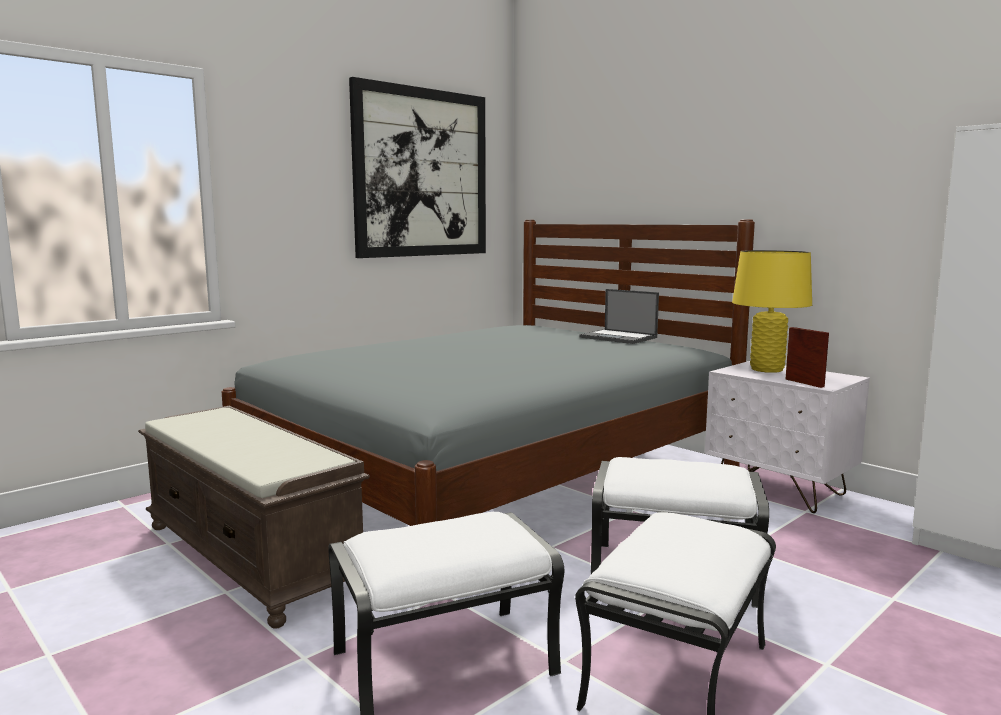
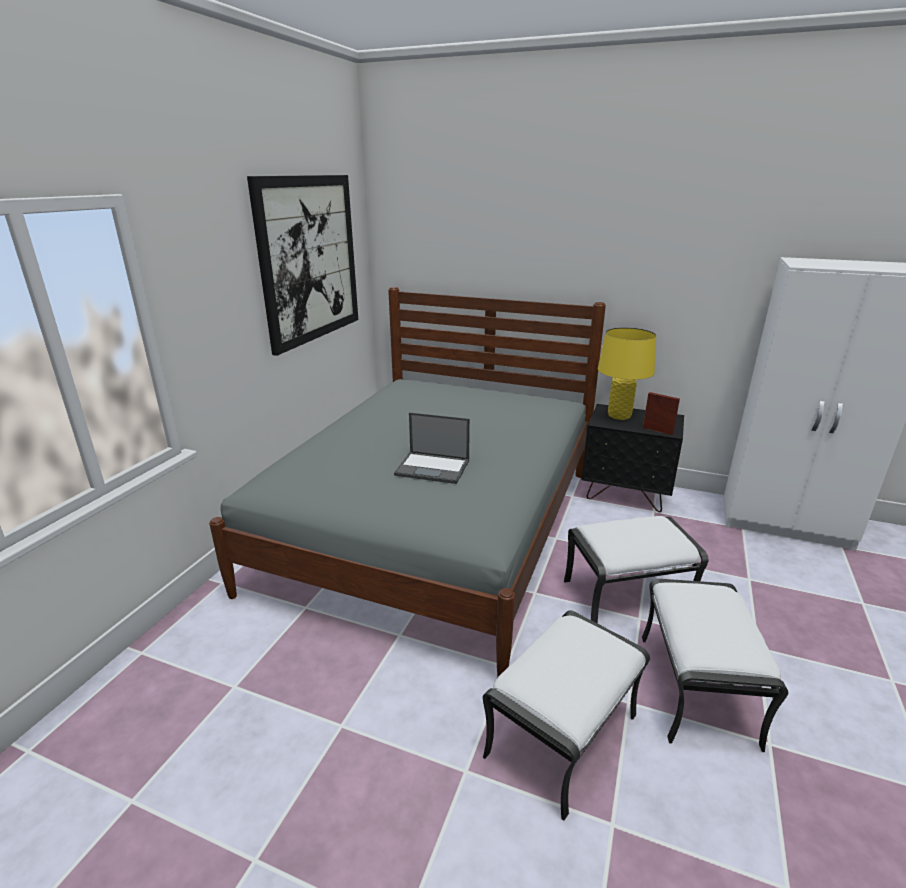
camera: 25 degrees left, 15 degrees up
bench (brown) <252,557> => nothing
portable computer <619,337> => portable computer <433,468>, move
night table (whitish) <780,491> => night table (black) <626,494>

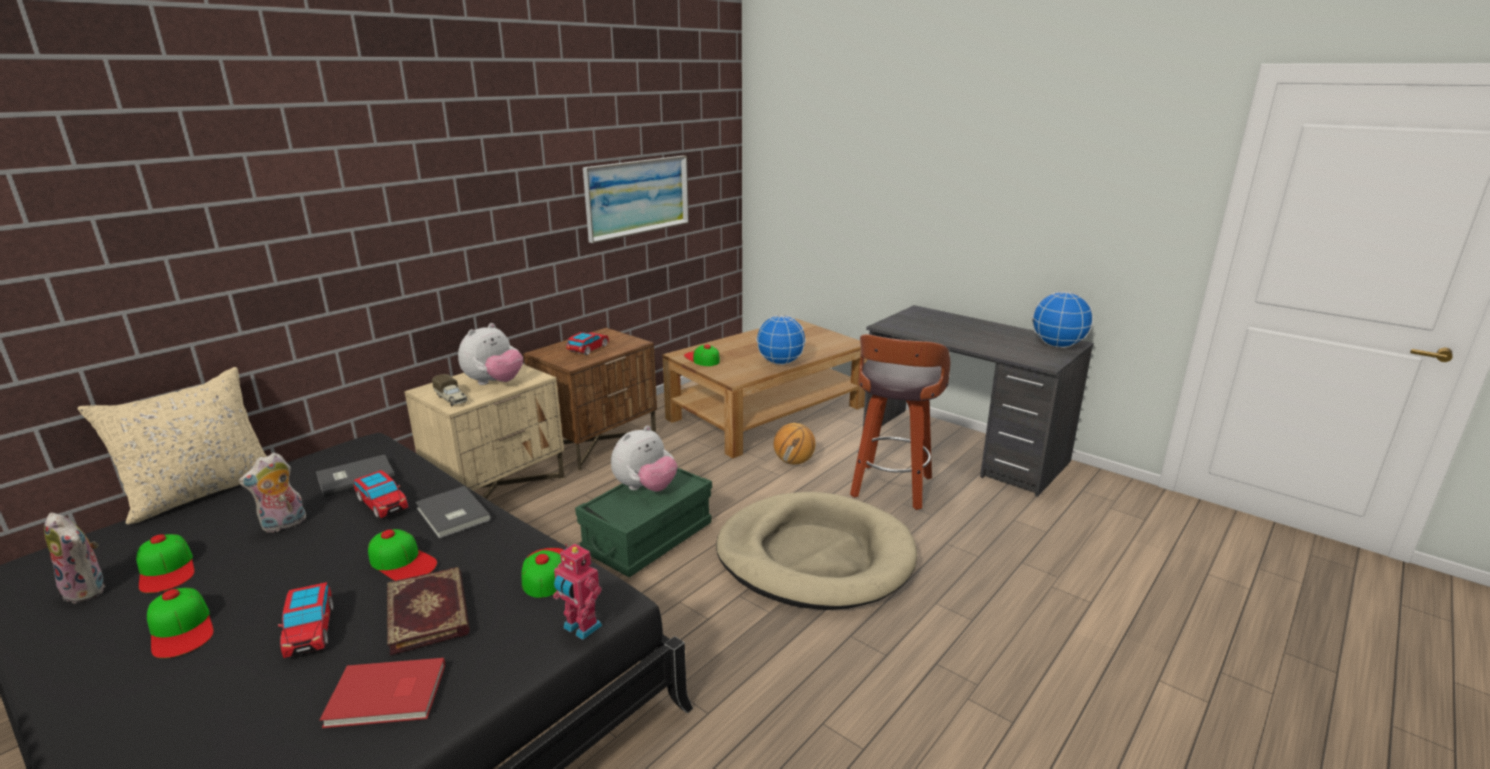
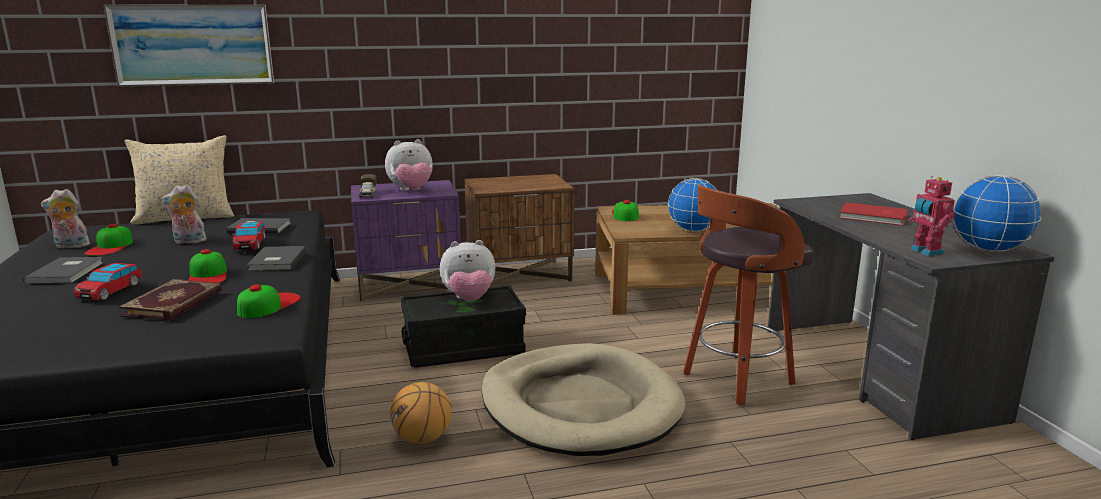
camera: 35 degrees right, 5 degrees down
miniature car <588,349> => nothing
volume (reddish) <387,697> => volume (reddish) <874,217>, move
toy robot <580,628> => toy robot <925,251>, move
wall picture <637,197> => wall picture <193,45>, move
basketball ball <794,462> => basketball ball <423,439>, move
baseball cap <181,628> => volume (greyish) <68,272>
night table (beige-coloured) <497,486> => night table (purple) <410,285>
storage box (greenish) <648,538> => storage box (black) <463,348>
cuddly toy <89,590> => cuddly toy <70,246>, 105 degrees clockwise

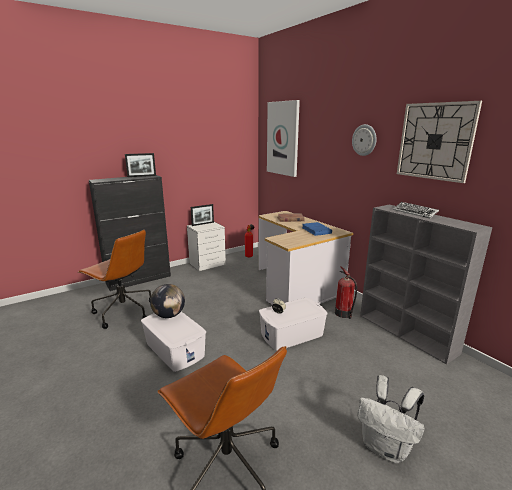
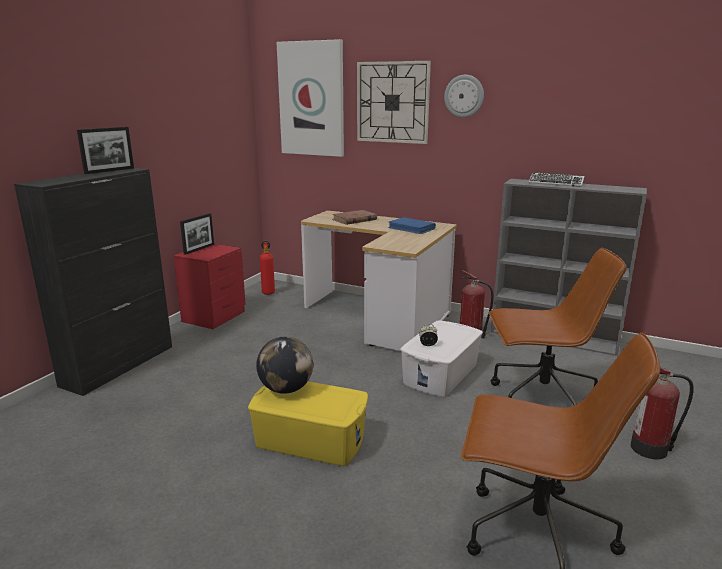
camera: 30 degrees left, 0 degrees up
computer chair (brown) <123,312> => computer chair (brown) <540,400>, move
clock on the wall <435,141> => clock on the wall <392,102>, move
backpack (whitish) <386,448> => fire extinguisher <651,449>
storage box (whitish) <175,349> => storage box (yellow-coloured) <310,440>
night table (whitish) <208,264> => night table (reddish) <215,316>

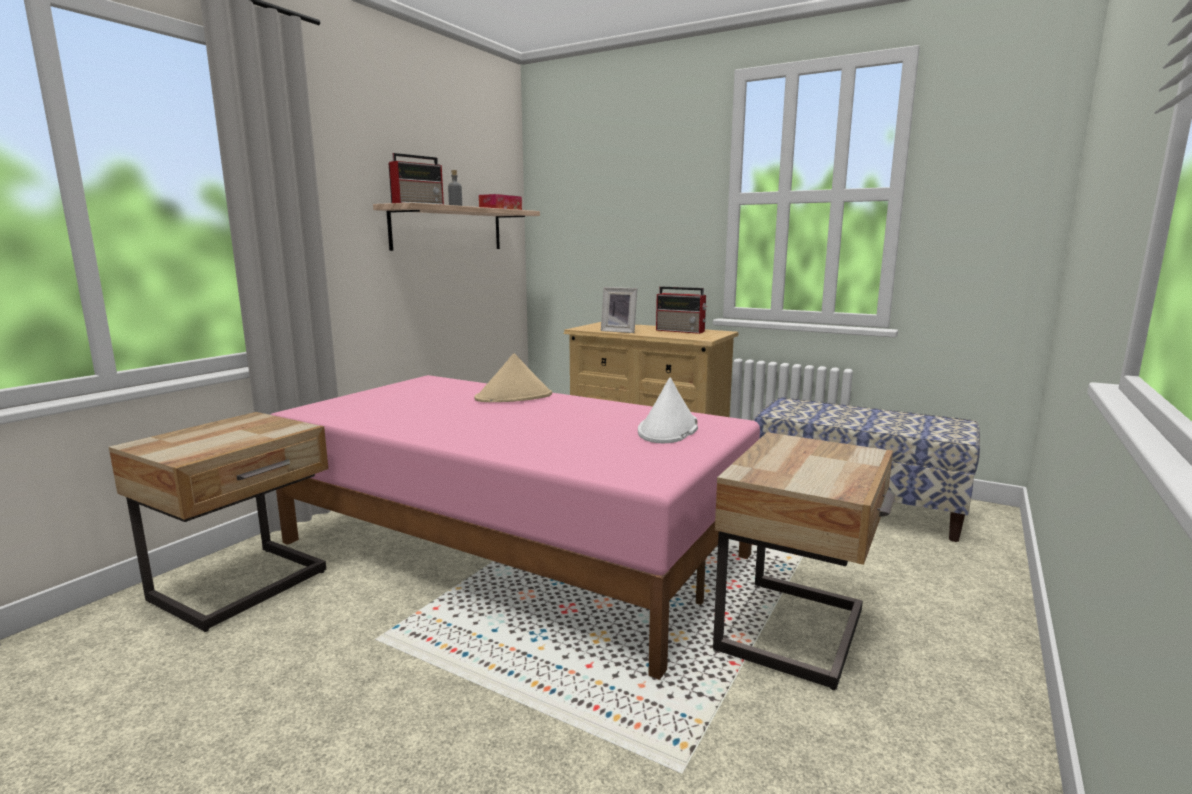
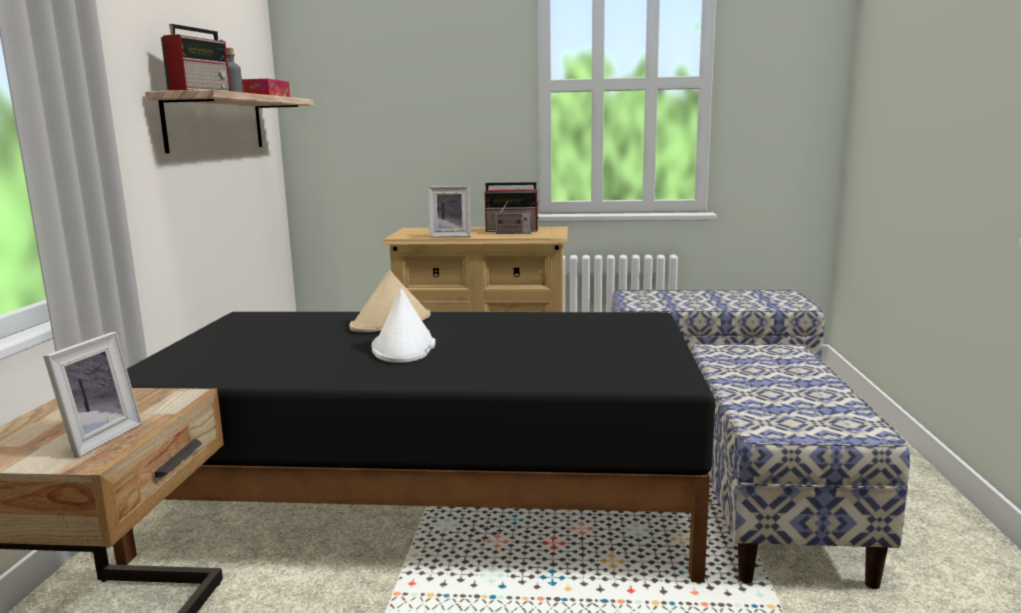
camera: 25 degrees left, 0 degrees up
nothing => photo frame <97,439>
nothing => radio <511,233>
hat (whitish) <668,429> => hat (whitish) <404,347>, move
night table (beige-coloured) <797,632> => bench <768,507>
sleeping bed (pinkish) <512,547> => sleeping bed (black) <428,498>

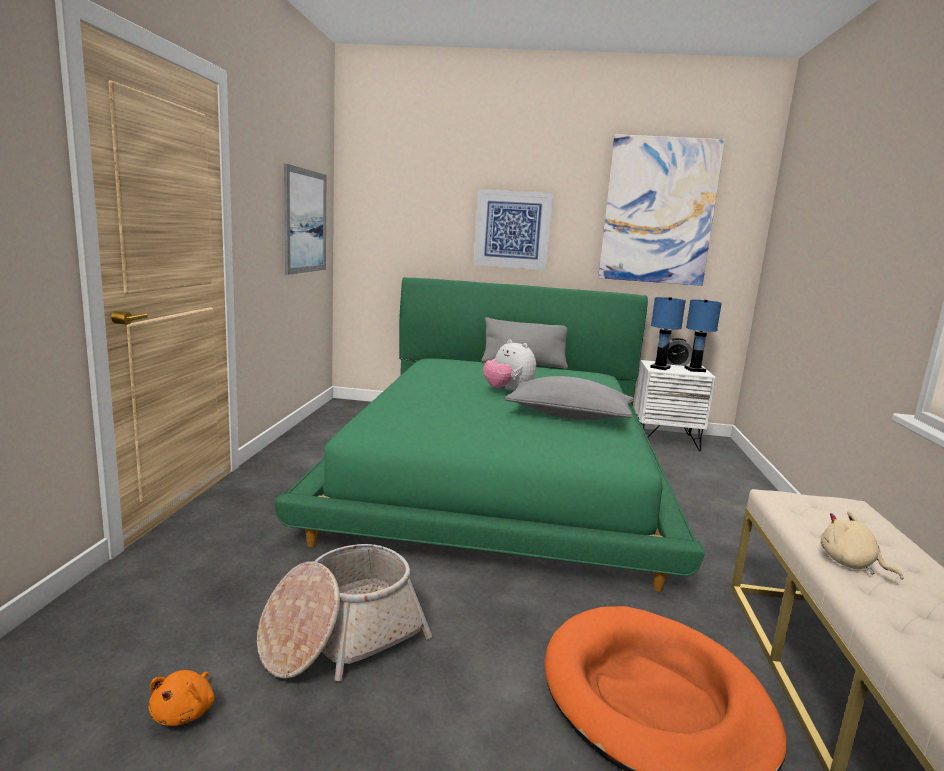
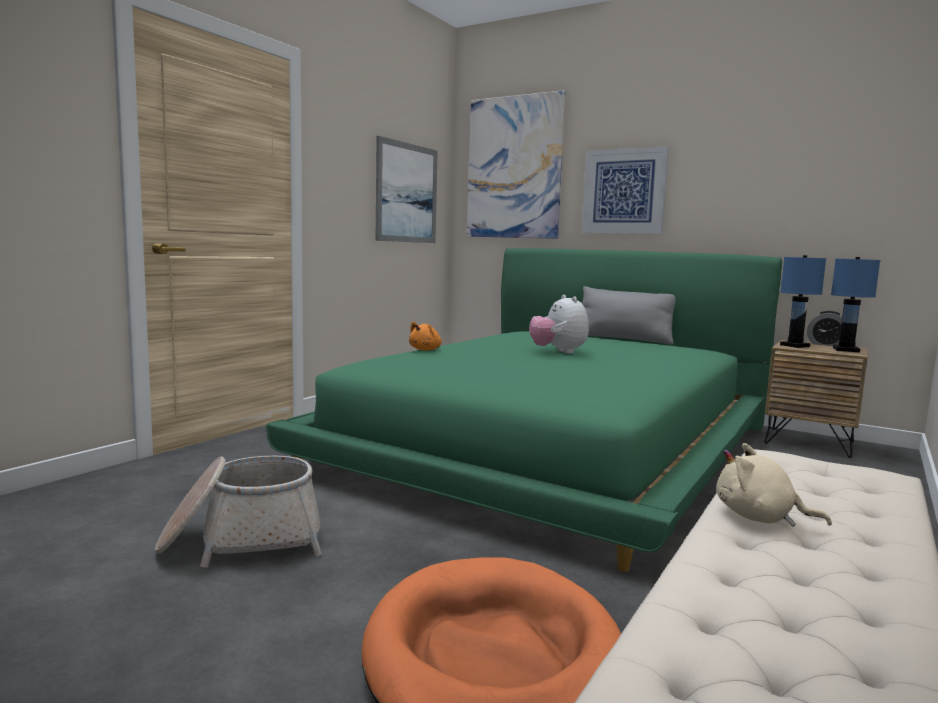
camera: 25 degrees right, 5 degrees down
cushion (greyish) <569,416> => nothing
cuddly toy (orangey) <185,712> => cuddly toy (orangey) <426,350>, move
wall picture <658,211> => wall picture <514,168>, move
night table (whitish) <665,440> => night table (brown) <809,442>
cuddly toy (beige-coloured) <851,564> => cuddly toy (beige-coloured) <760,518>, 45 degrees counterclockwise

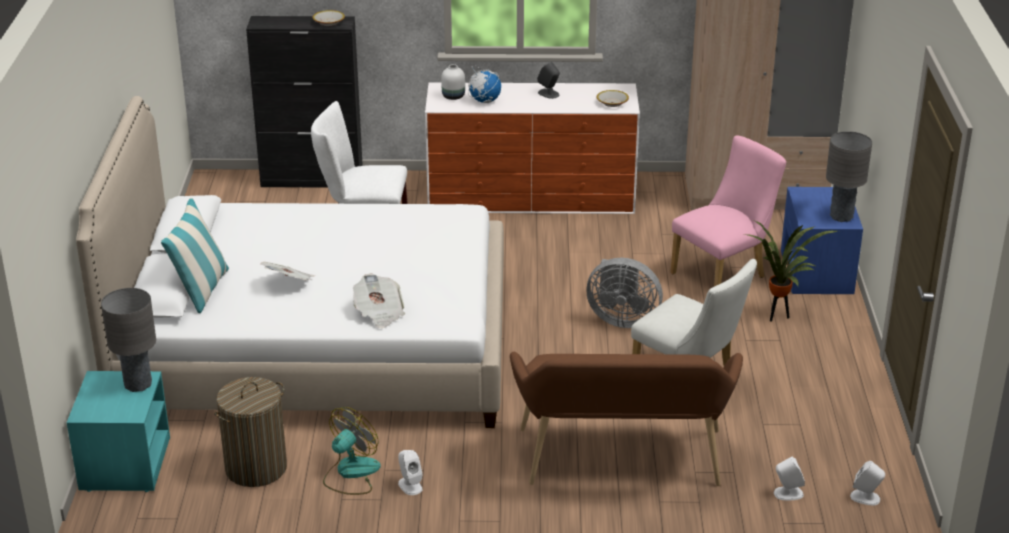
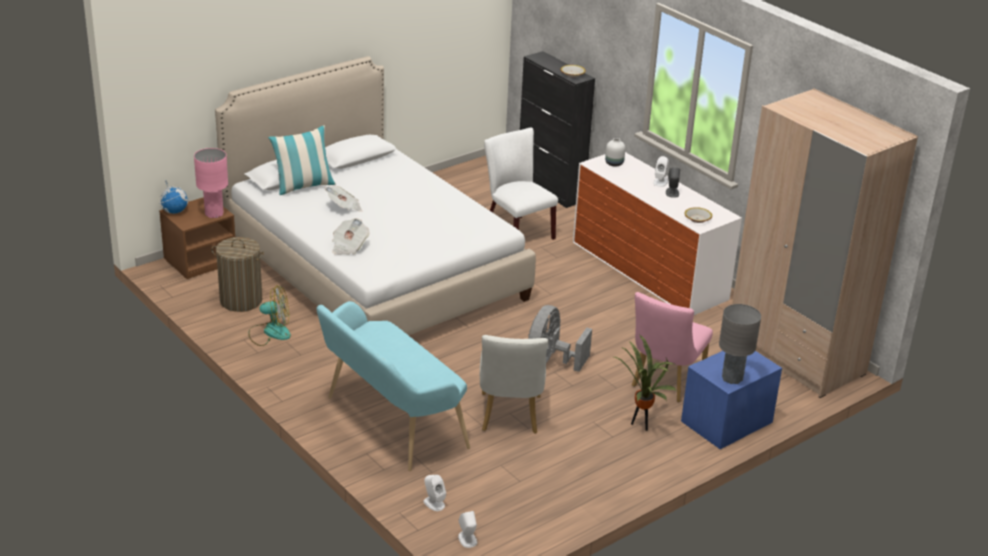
camera: 50 degrees right, 0 degrees up
audio speaker (whitish) <410,485> => audio speaker (whitish) <660,182>, move
globe <484,101> => globe <174,211>, move
night table (blue-green) <124,464> => night table (brown) <200,260>
tabletop lamp (greyish) <138,384> => tabletop lamp (pinkish) <214,214>
bench (brown) <622,463> => bench (blue-green) <389,423>
cooling fan (greyish) <622,319> => cooling fan (greyish) <550,362>, 45 degrees clockwise
upright chair (pinkish) <723,274> => upright chair (pinkish) <664,382>, 105 degrees clockwise

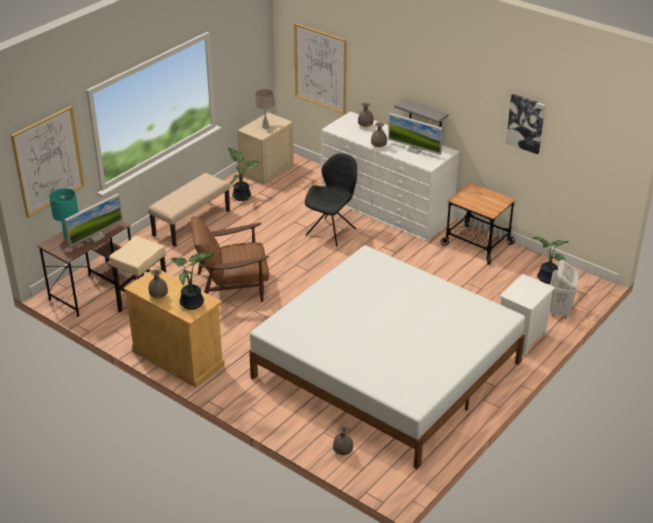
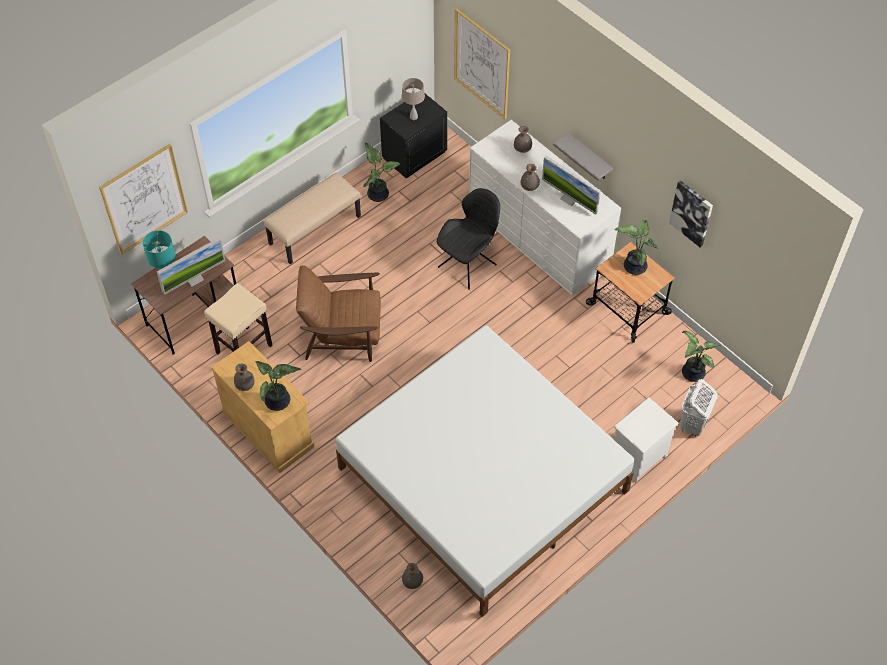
camera: 10 degrees right, 20 degrees up
nothing => plant in a pot <633,266>
night table (beige-coloured) <266,170> => night table (black) <414,155>

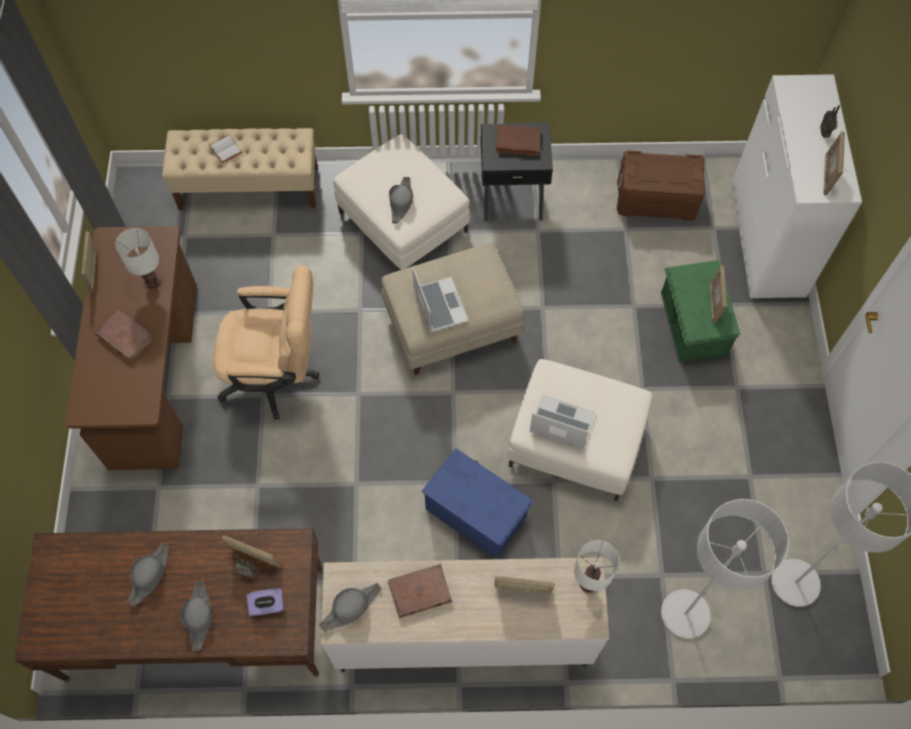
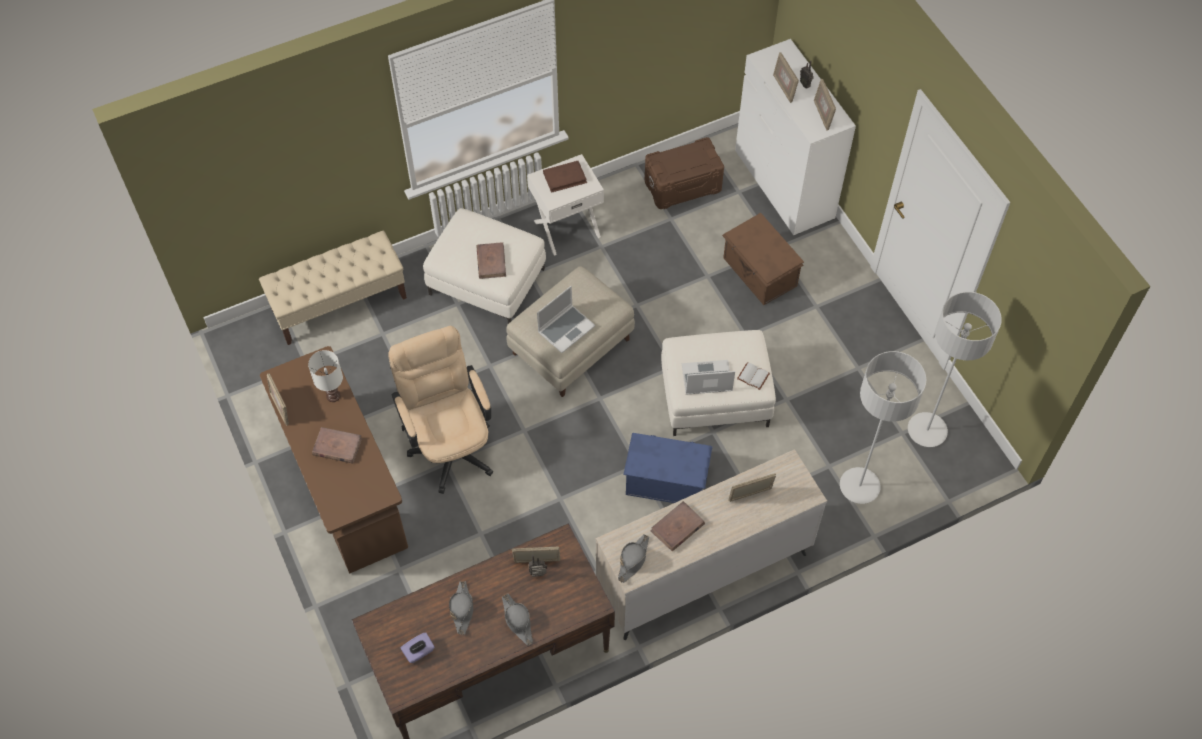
camera: 25 degrees left, 5 degrees down
tabletop lamp (whitish) <589,584> => nothing
volume (whitish) <224,149> => volume (whitish) <752,377>, move
tissue holder (purple) <267,605> => tissue holder (purple) <419,652>, move
photo frame <714,303> => photo frame <783,88>, move
hat (greyish) <401,202> => volume (brown) <491,262>
night table (black) <512,197> => night table (whitish) <566,228>
storage box (greenish) <692,324> => storage box (brown) <759,272>
computer chair (beige-coloured) <277,376> => computer chair (beige-coloured) <450,443>, 90 degrees counterclockwise
portable computer <439,305> => portable computer <566,328>, 90 degrees clockwise

